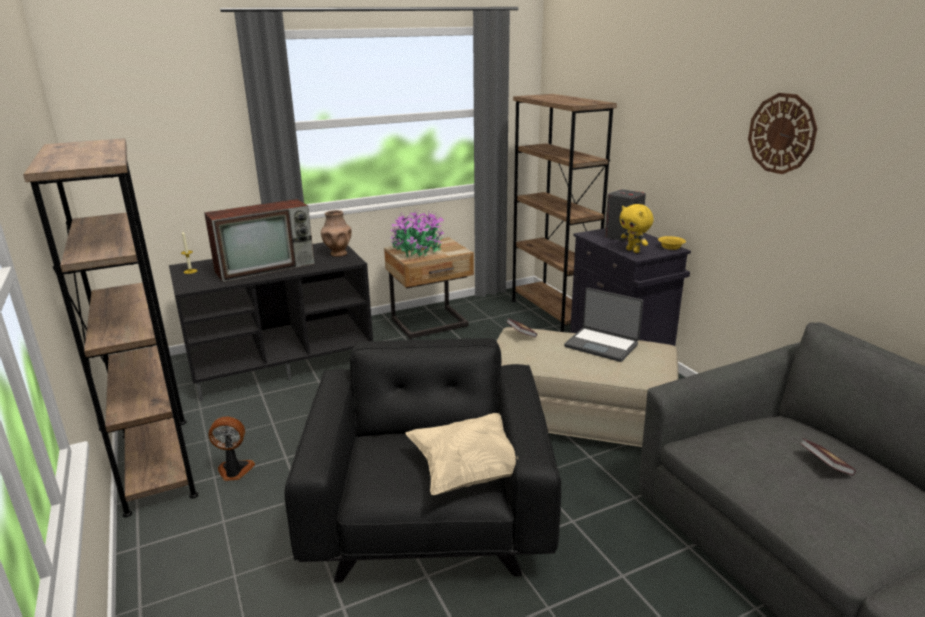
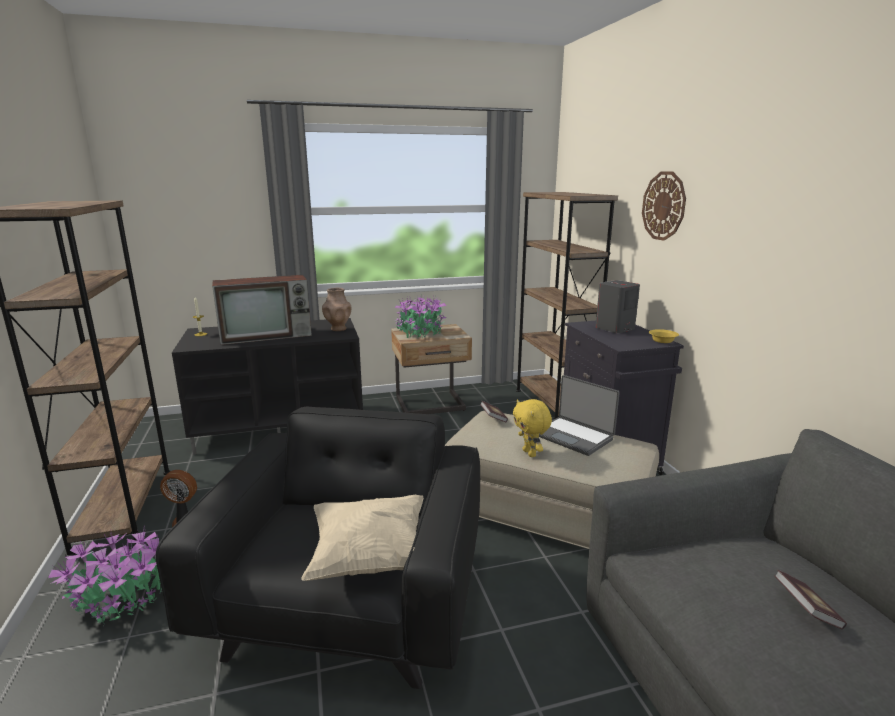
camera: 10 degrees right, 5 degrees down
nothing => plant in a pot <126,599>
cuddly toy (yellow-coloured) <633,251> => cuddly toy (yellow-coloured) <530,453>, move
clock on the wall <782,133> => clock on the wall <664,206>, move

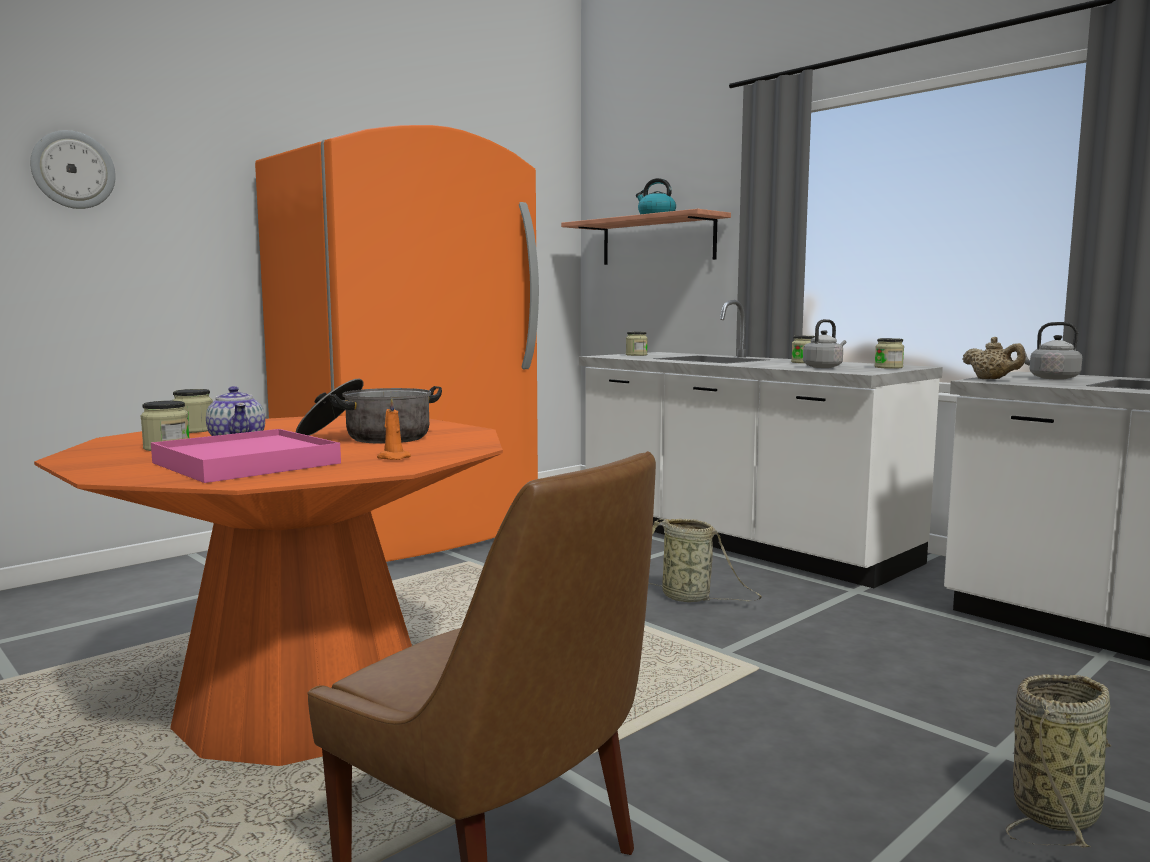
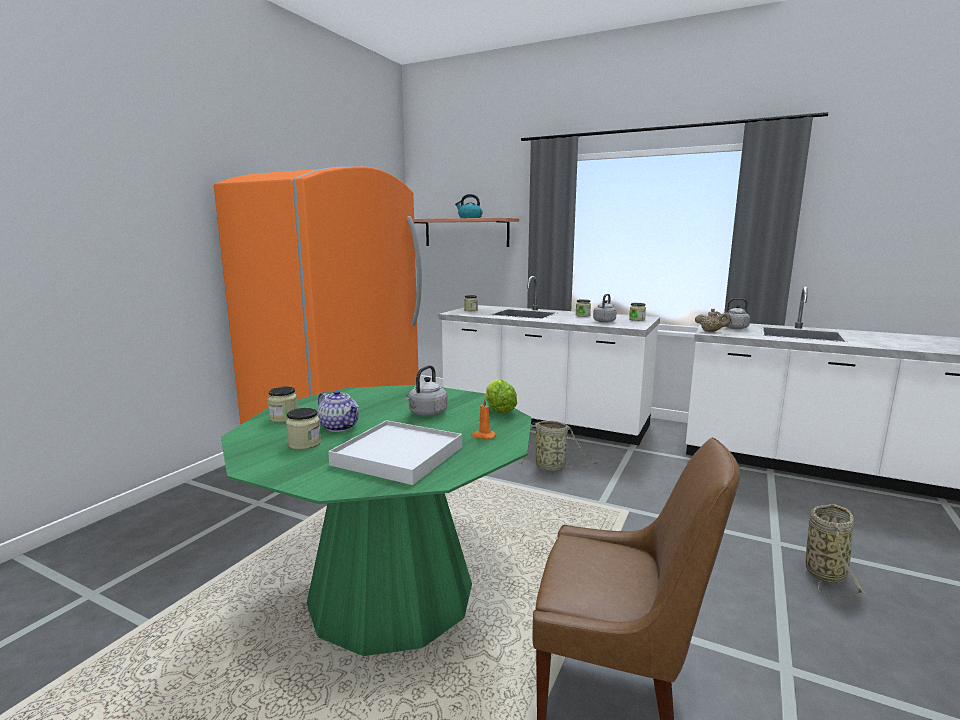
camera: 20 degrees left, 5 degrees up
clock on the wall <73,170> => nothing
nothing => lettuce head <498,409>
cooking pot <368,438> => water kettle (greyish) <426,413>
dining table (orangey) <304,703> => dining table (greenish) <391,594>
carrying tray (pinkish) <245,463> => carrying tray (whitish) <398,456>

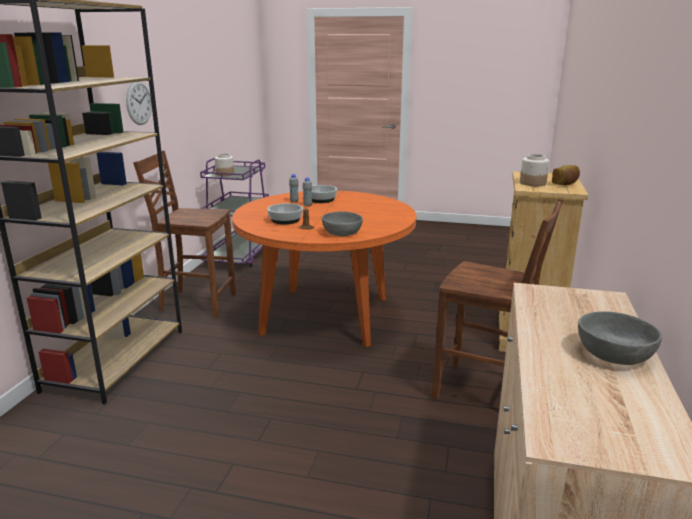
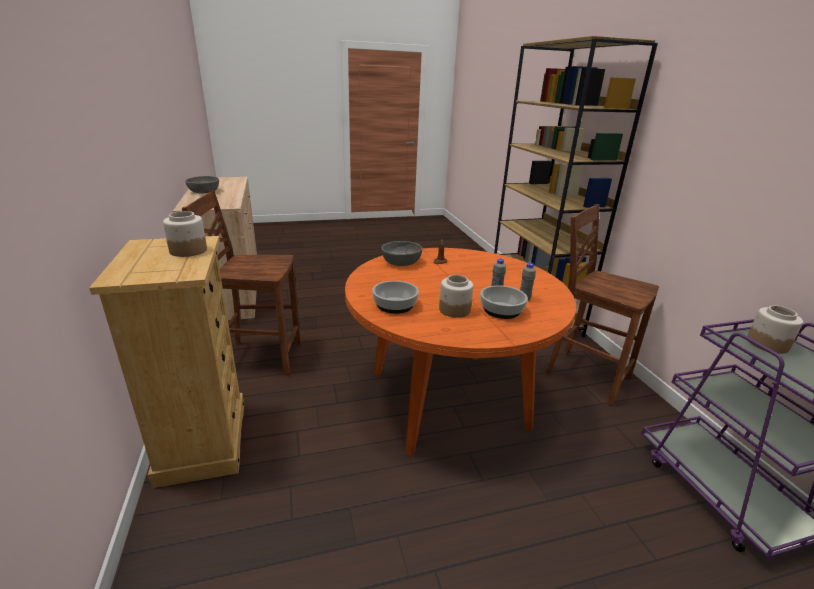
camera: 150 degrees right, 5 degrees up
clock on the wall <139,102> => nothing
baked bread <565,184> => nothing
nothing => jar <454,310>
deep dish <285,220> => deep dish <394,305>, move
upright chair (brown) <196,302> => upright chair (brown) <585,375>, 120 degrees counterclockwise

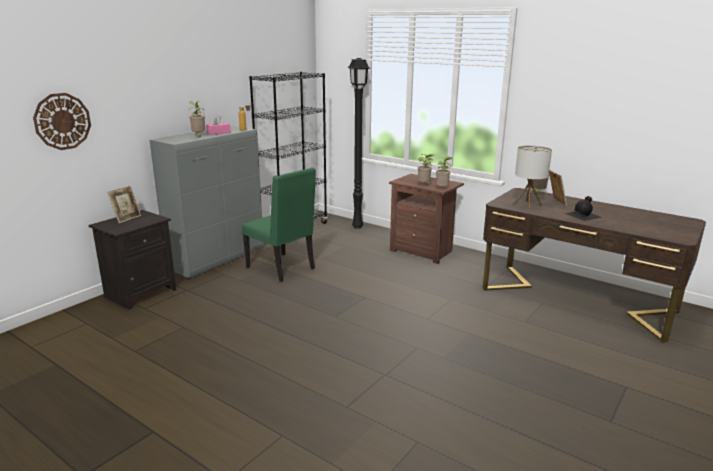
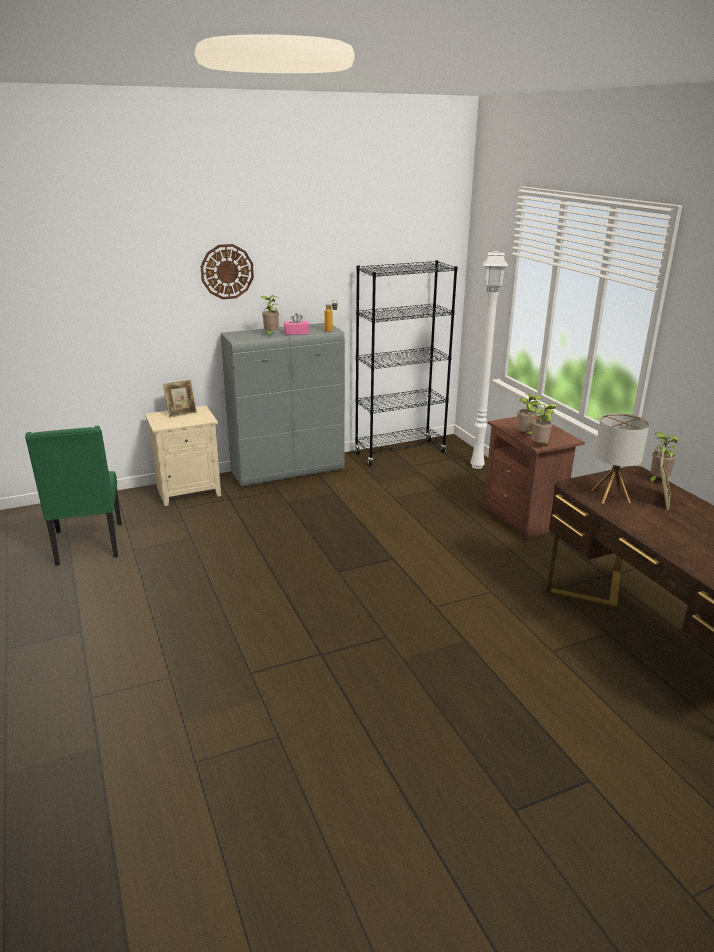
camera: 30 degrees right, 5 degrees up
bottle (black) <584,215> => nothing
clock on the wall <62,121> => clock on the wall <227,271>, move
upright chair (greenish) <282,268> => upright chair (greenish) <88,545>, move
night table (black) <141,292> => night table (beige-coloured) <189,491>
floor lamp (black) <358,227> => floor lamp (whitish) <478,466>

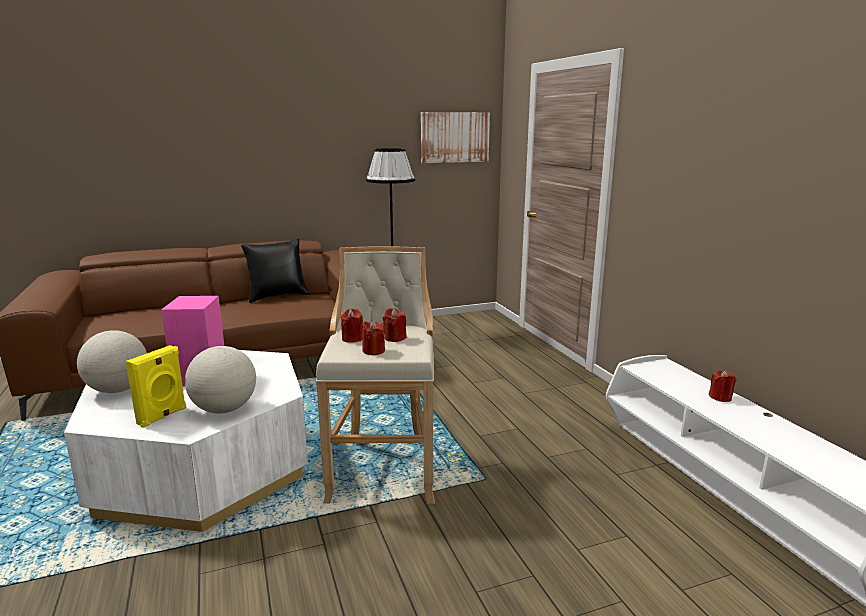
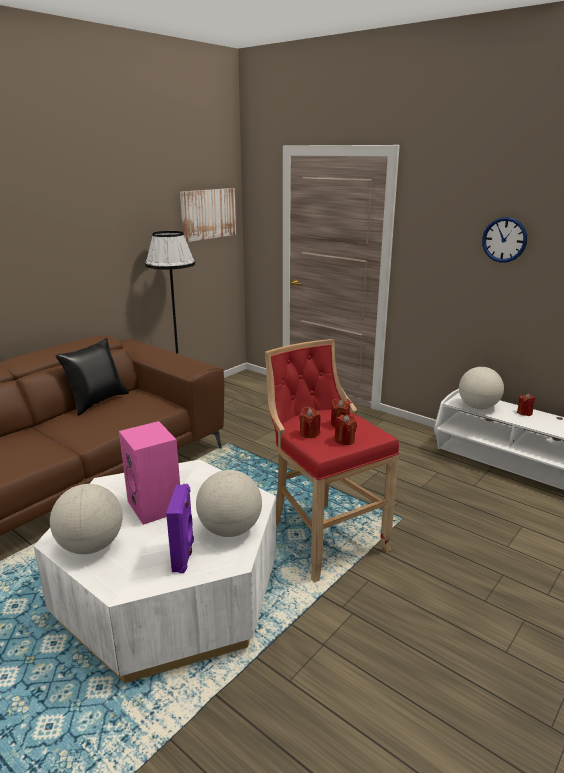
camera: 30 degrees left, 5 degrees up
nothing => globe <478,407>
nothing => clock on the wall <504,240>
audio speaker (yellow-coloured) <163,416> => audio speaker (purple) <184,556>
stool seat (beige-coloured) <384,467> => stool seat (reddish) <323,536>

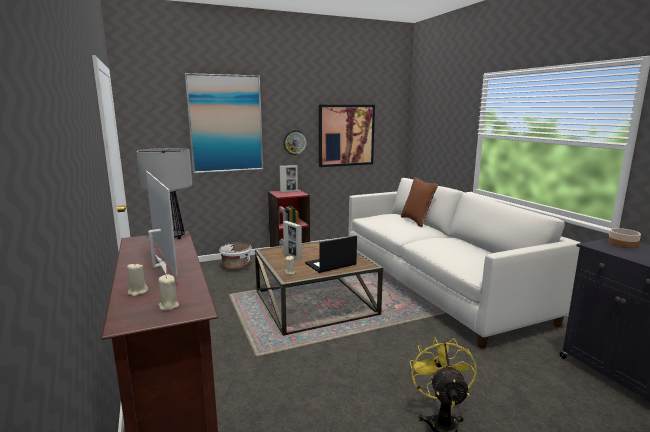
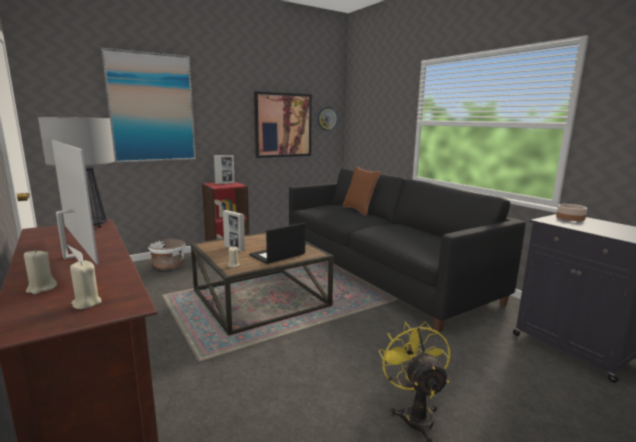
camera: 10 degrees left, 0 degrees up
clock on the wall <294,142> => clock on the wall <326,118>, move
sofa (whitish) <435,284> => sofa (black) <381,272>

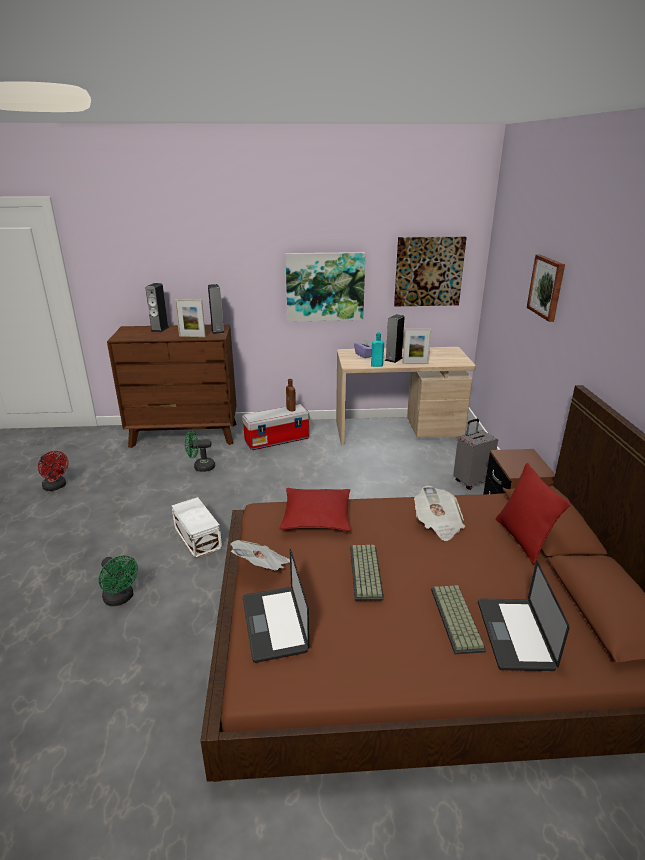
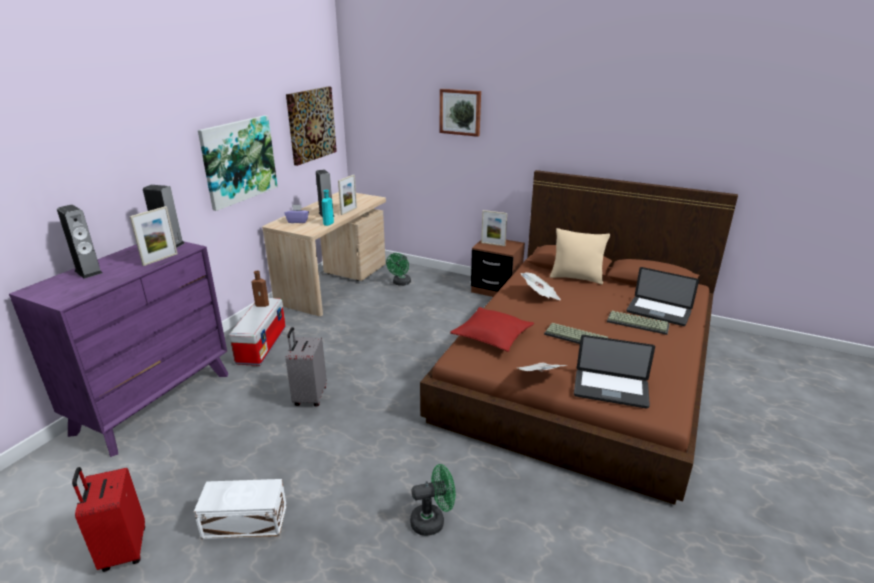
camera: 60 degrees left, 0 degrees up
nothing => photo frame <493,244>
storage box (whitish) <198,537> => storage box (whitish) <244,521>, move
cooling fan (greenish) <200,467> => cooling fan (greenish) <400,283>, move
suitcase (greyish) <471,482> => suitcase (greyish) <309,397>, move
cooling fan (reddish) <56,487> => suitcase (reddish) <123,550>
drawer chest (brown) <184,435> => drawer chest (purple) <154,402>
cushion (reddish) <523,539> => cushion (beige-coloured) <576,278>

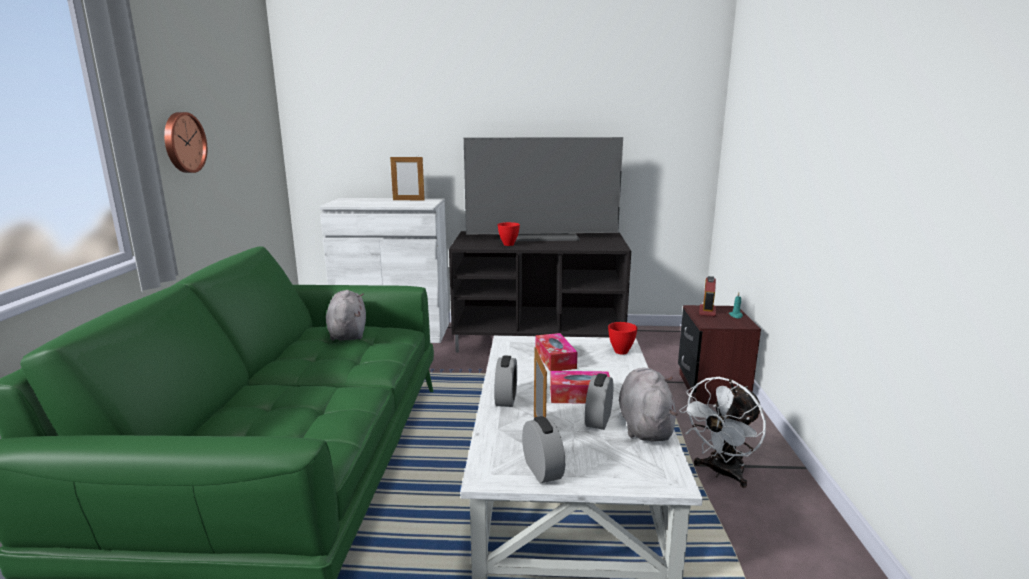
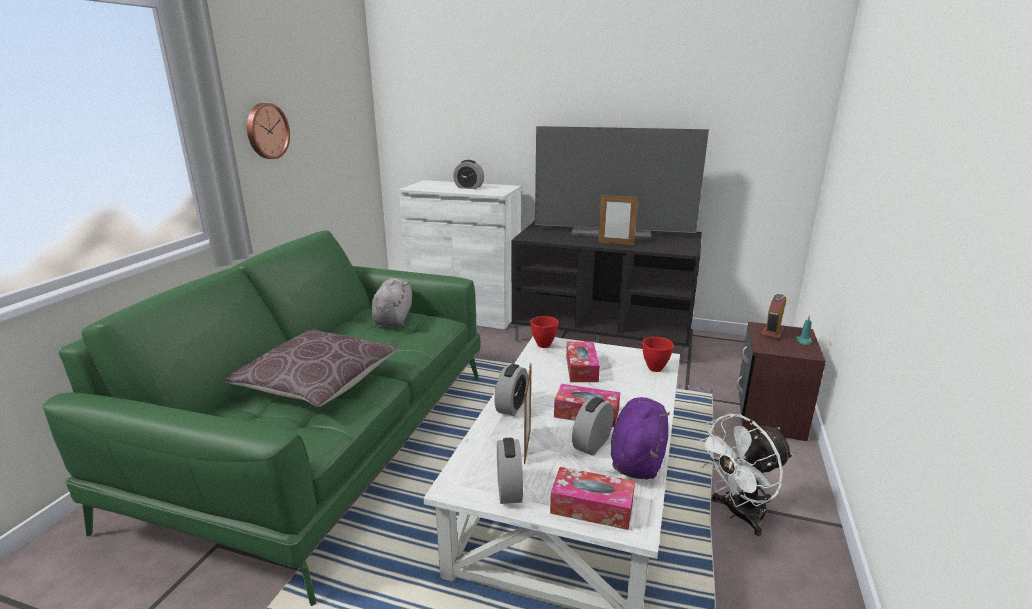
camera: 15 degrees right, 5 degrees up
nothing => cushion (brown) <318,382>
nothing => alarm clock <469,187>
nothing => tissue holder <592,507>
photo frame <408,200> => photo frame <616,243>, move
deep dish (reddish) <509,244> => deep dish (reddish) <544,345>, move
cuddly toy (greyish) <645,425> => cuddly toy (purple) <637,457>

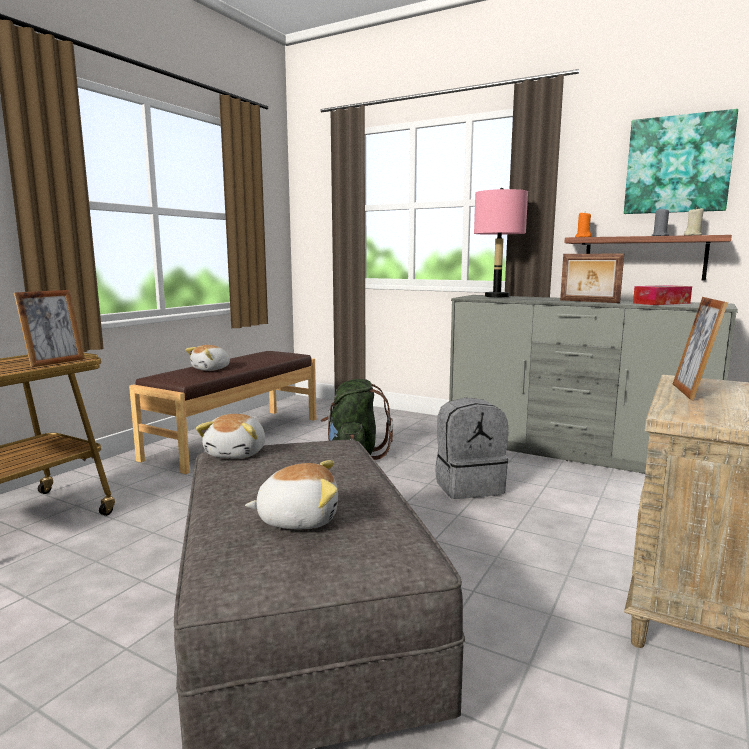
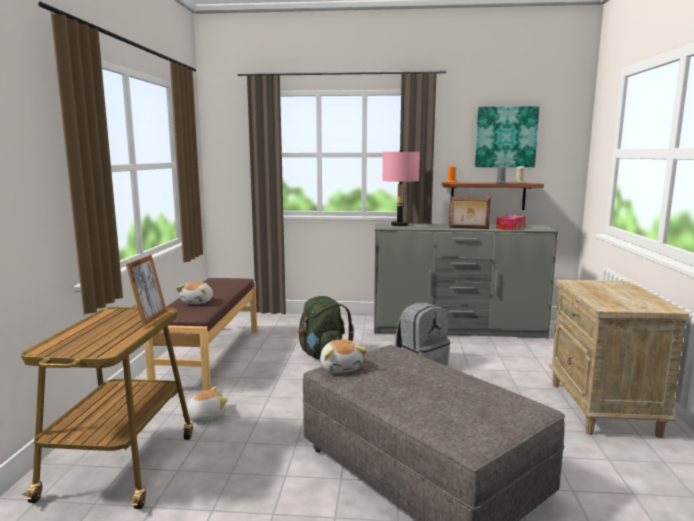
camera: 25 degrees left, 0 degrees up
photo frame <692,392> => nothing
cuddly toy <298,519> => cuddly toy <205,416>, move

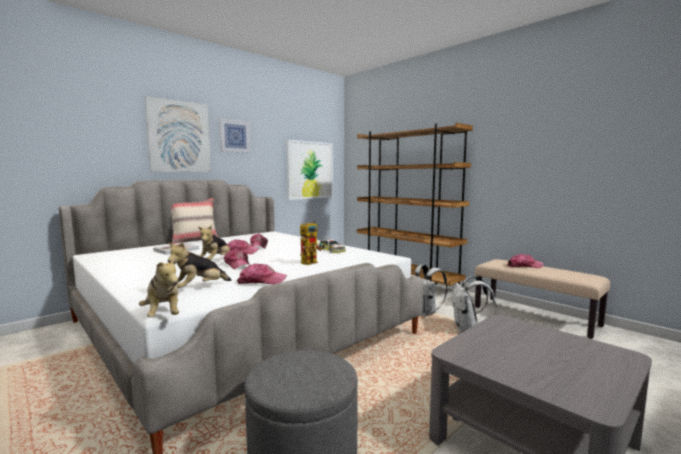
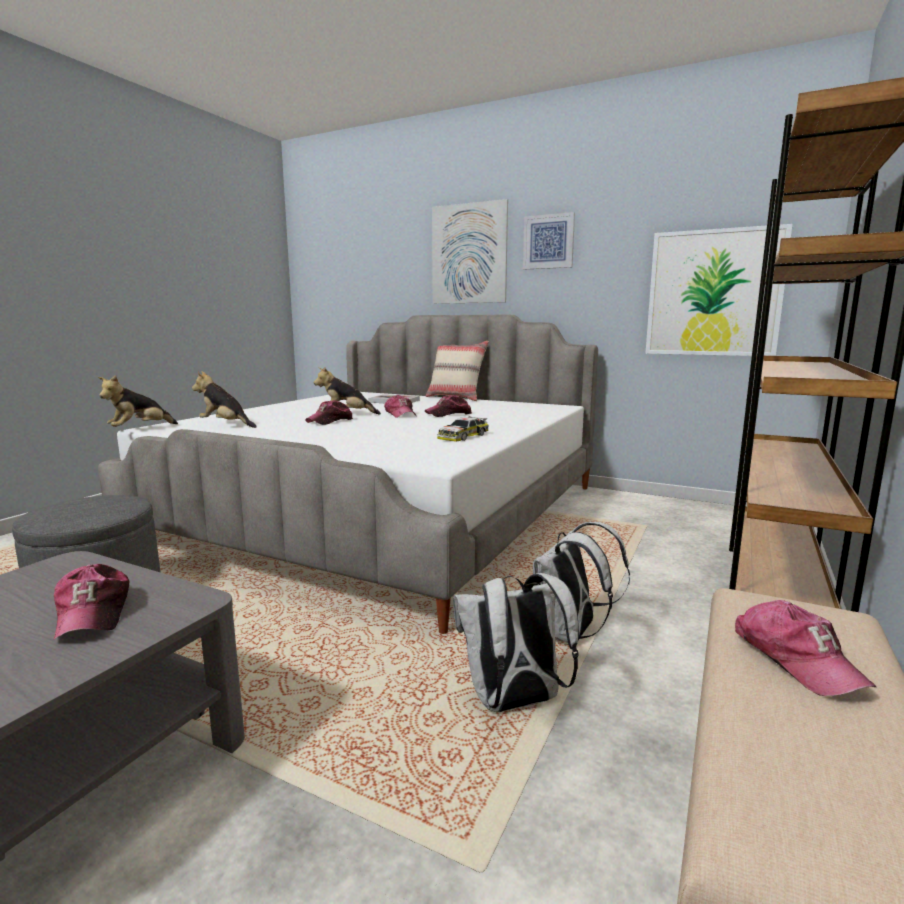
camera: 70 degrees right, 5 degrees up
toy robot <310,262> => nothing
baseball cap <261,281> => baseball cap <93,613>, move

